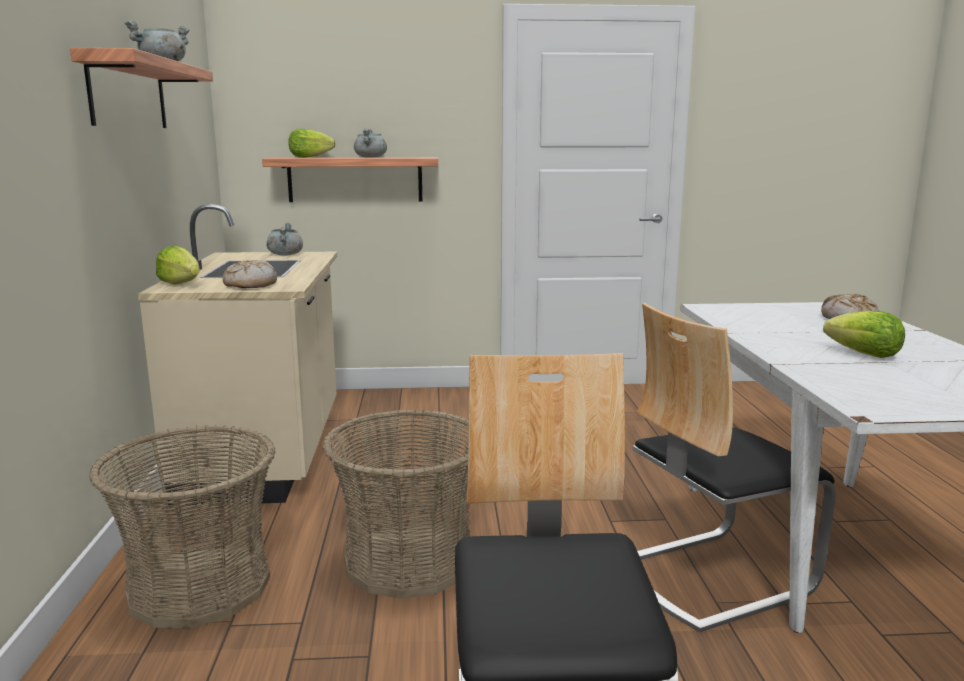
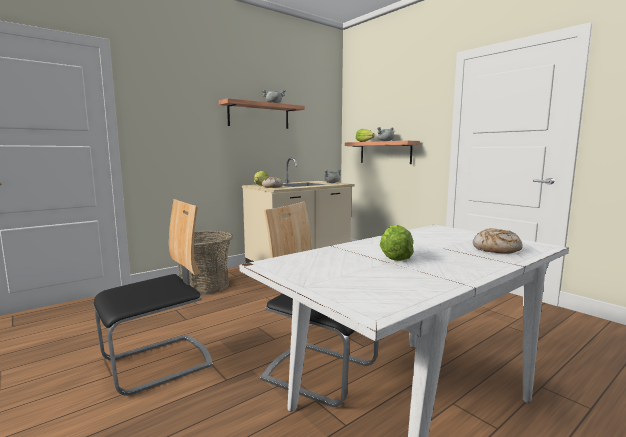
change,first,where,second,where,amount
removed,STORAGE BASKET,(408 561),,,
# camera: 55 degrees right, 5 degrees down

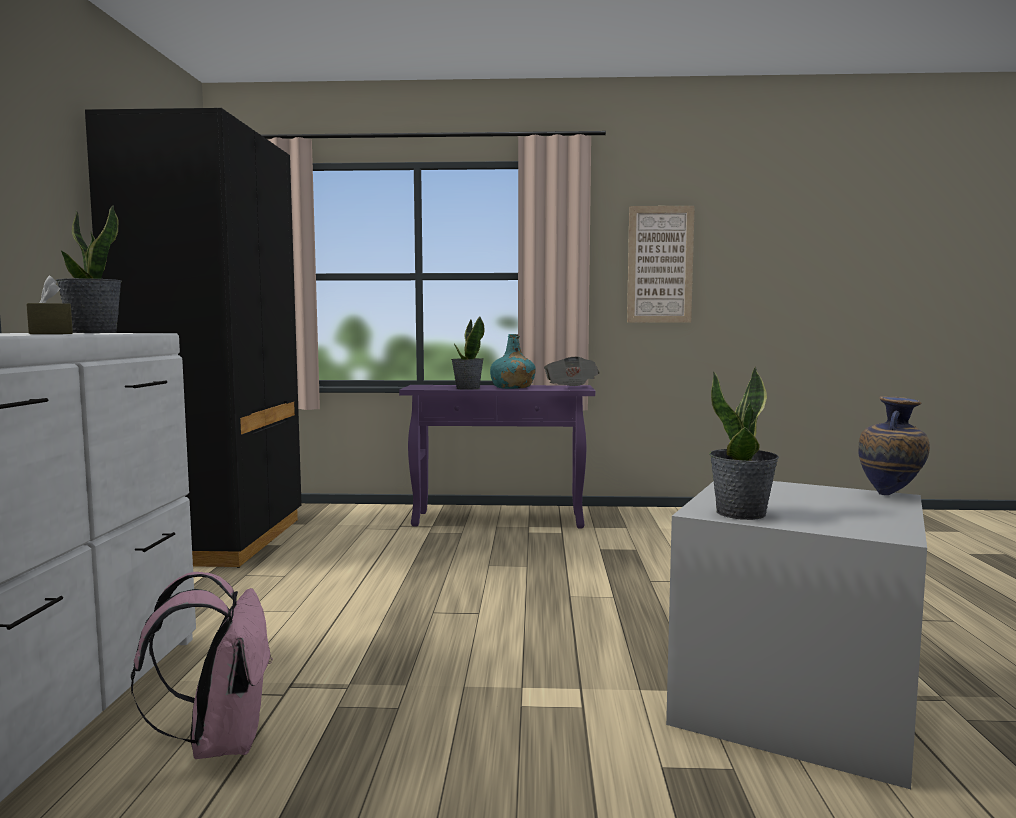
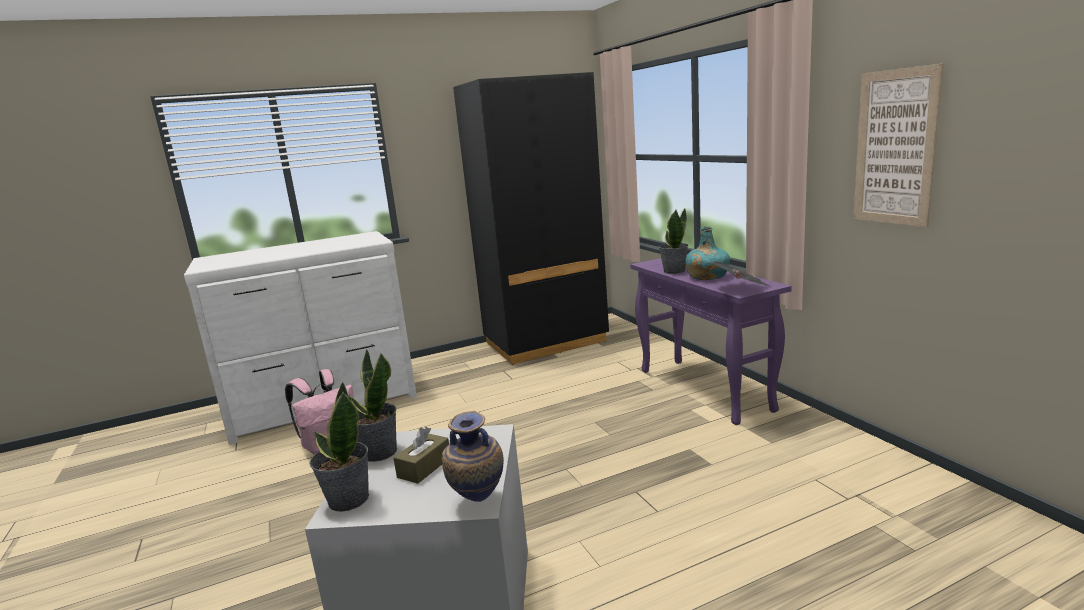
change,first,where,second,where,amount
moved,POTTED PLANT,(93 332),,(348 500),
moved,BROWN BOX OF TISSUES,(50 333),,(424 467),
# camera: 65 degrees right, 10 degrees up

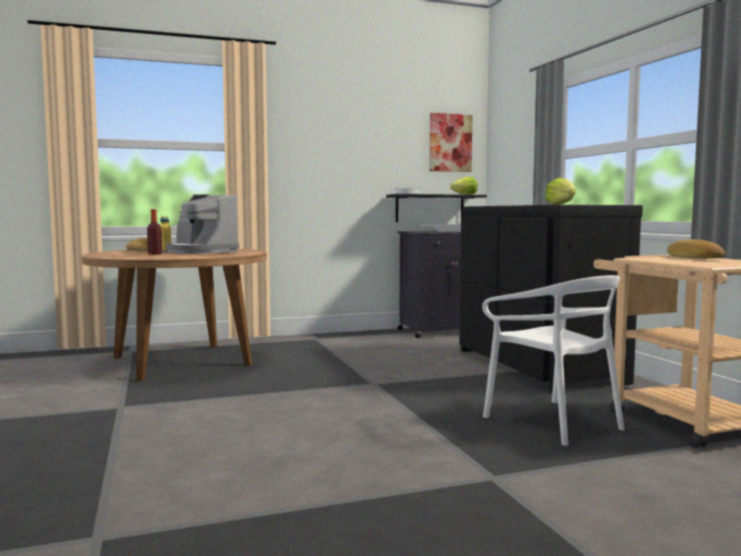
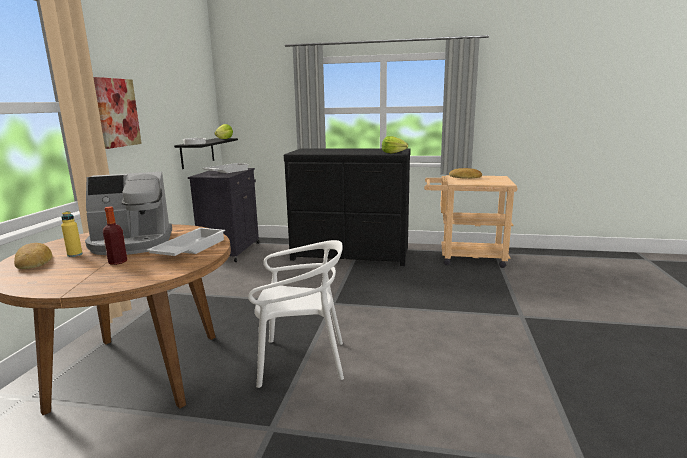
change,first,where,second,where,amount
moved,WALL ART,(450 143),,(117 113),
moved,WHITE UPRIGHT CHAIR,(553 422),,(301 361),
added,,,WHITE SERVING TRAY,(189 249),
# camera: 60 degrees left, 10 degrees up

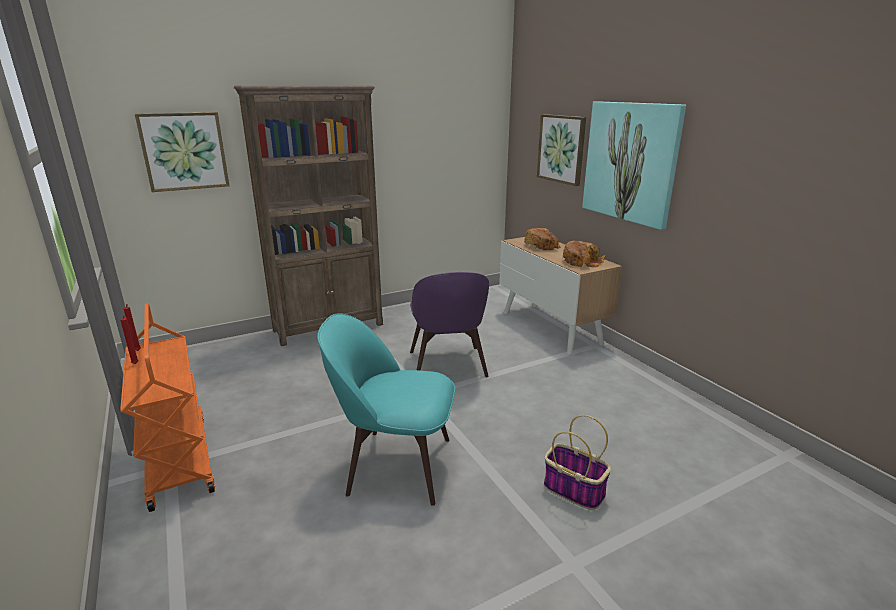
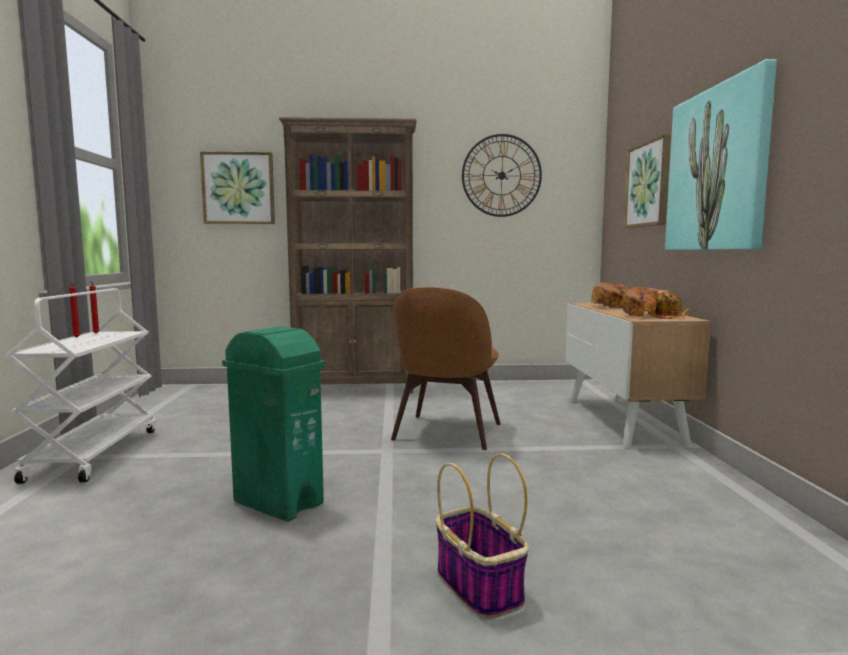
change,first,where,second,where,amount
recoloured,PURPLISH UPRIGHT CHAIR,(448 366),BROWN UPRIGHT CHAIR,(446 433),
recoloured,ORANGE-COLOURED CART,(178 459),WHITE CART,(94 453),
replaced,TURQUOISE UPRIGHT CHAIR,(395 465),GREEN-COLOURED RUBBISH BIN,(278 502),
added,,,HANGING CLOCK,(501 175),
# camera: 25 degrees right, 15 degrees down

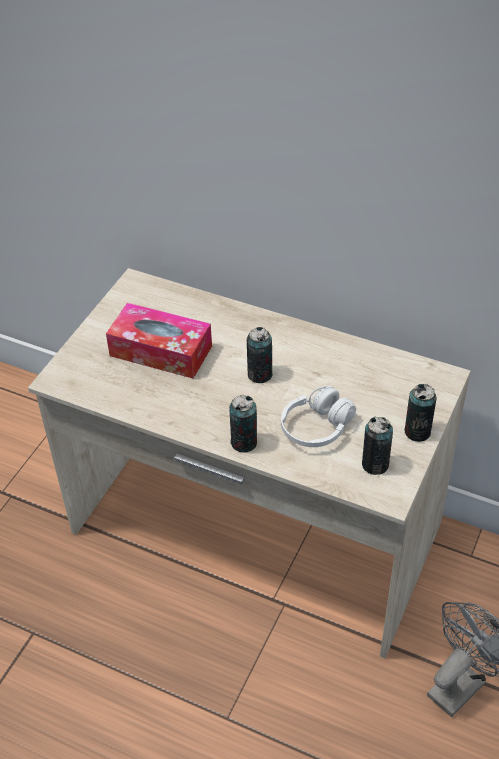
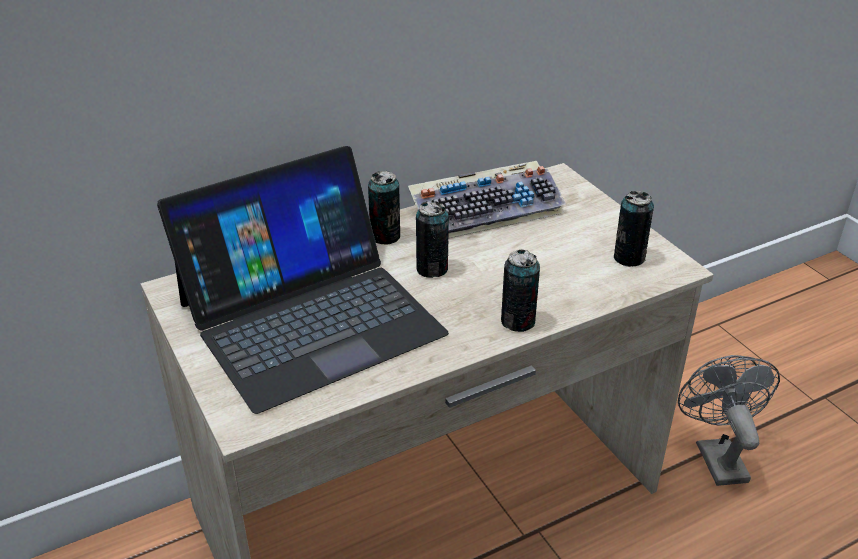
change,first,where,second,where,amount
replaced,BOX OF TISSUES,(161 351),PORTABLE COMPUTER,(310 317),
moved,METAL CAN,(417 432),,(385 236),
removed,WHITE PAIR OF HEADPHONES,(316 427),,,
added,,,PC KEYBOARD,(487 210),
# camera: 55 degrees left, 10 degrees down

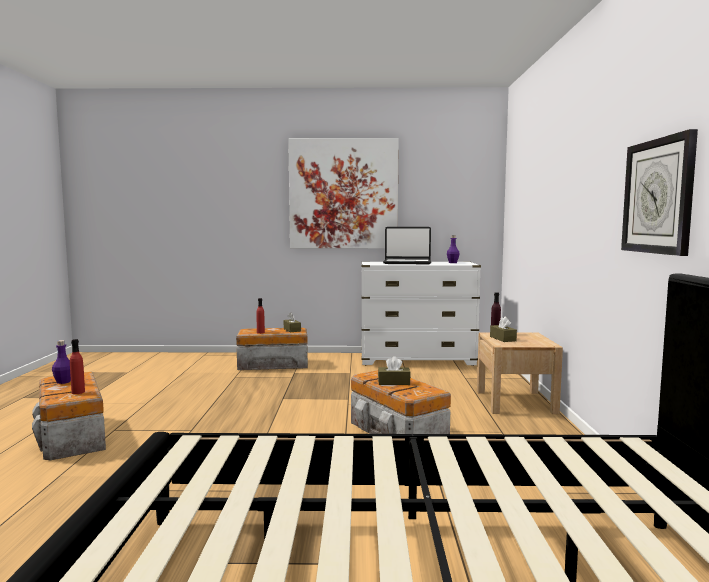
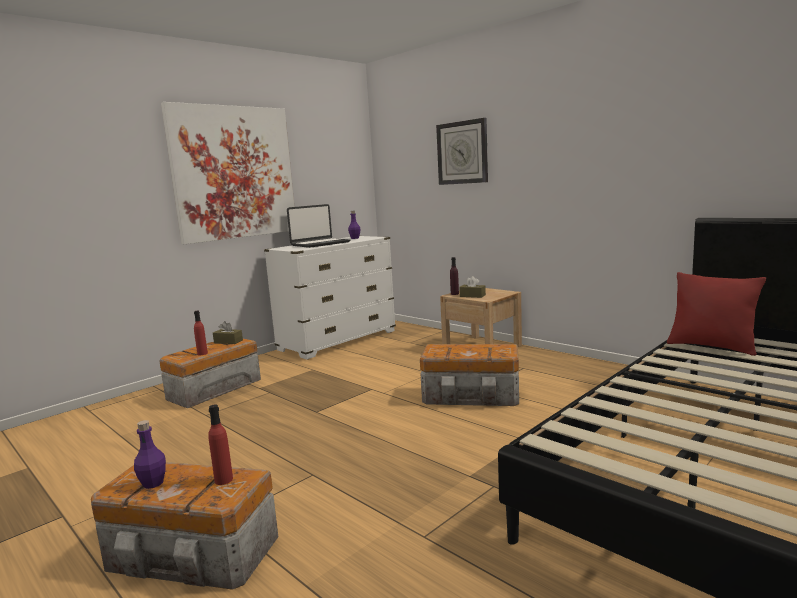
change,first,where,second,where,amount
moved,HANGING CLOCK,(658 196),,(462 152),
removed,BROWN BOX OF TISSUES,(394 382),,,
added,,,RED-COLOURED CUSHION,(711 346),
# camera: 45 degrees left, 5 degrees up

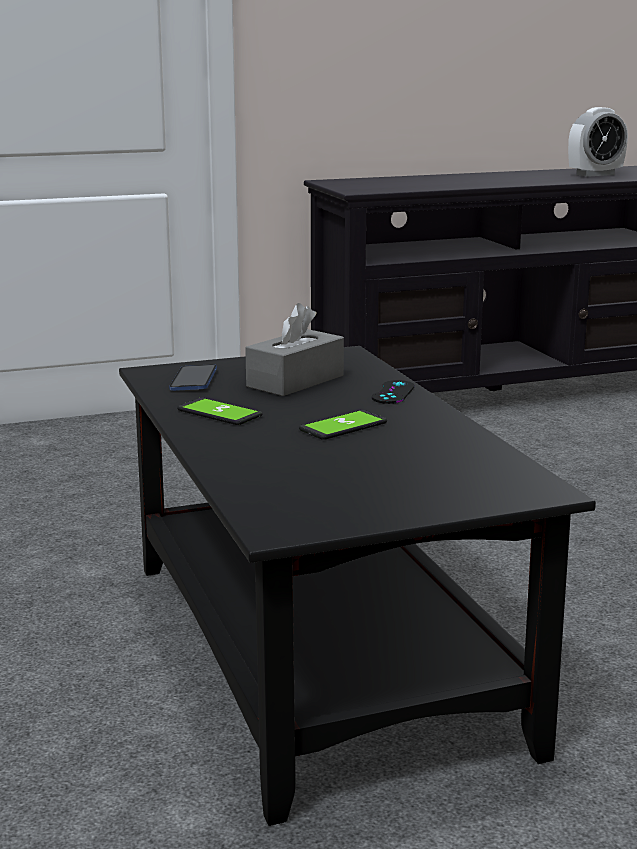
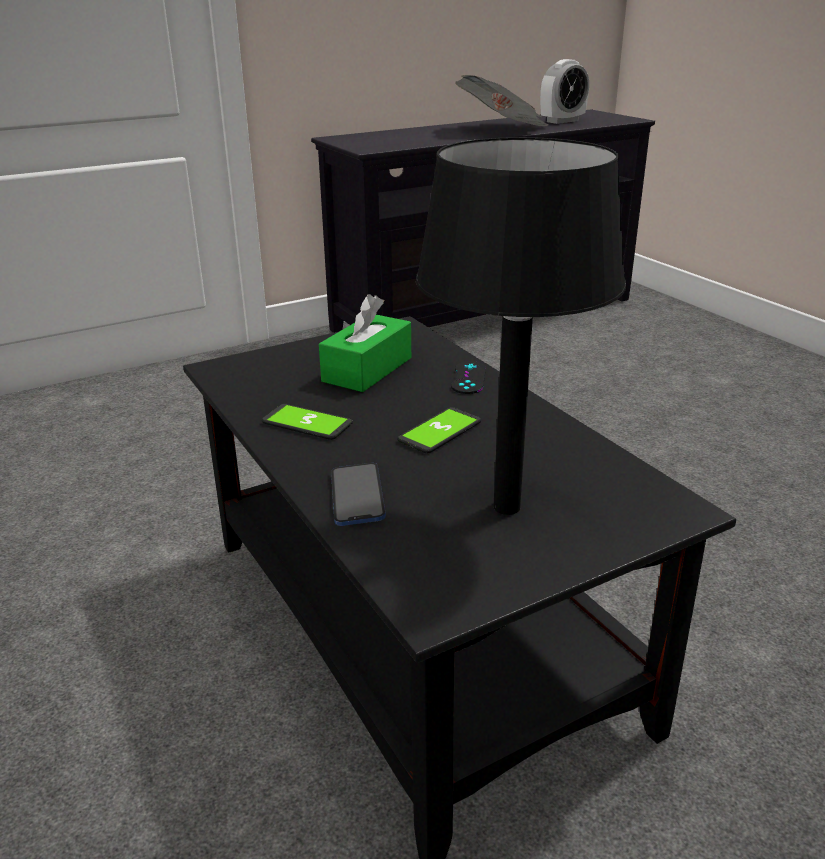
change,first,where,second,where,amount
recoloured,GREY BOX OF TISSUES,(295 381),GREEN-COLOURED BOX OF TISSUES,(367 369),
moved,PHONE,(193 380),,(357 496),
added,,,NEWSPAPER,(503 129),
added,,,BLACKISH TABLE LAMP,(508 507),
# camera: 10 degrees left, 10 degrees up

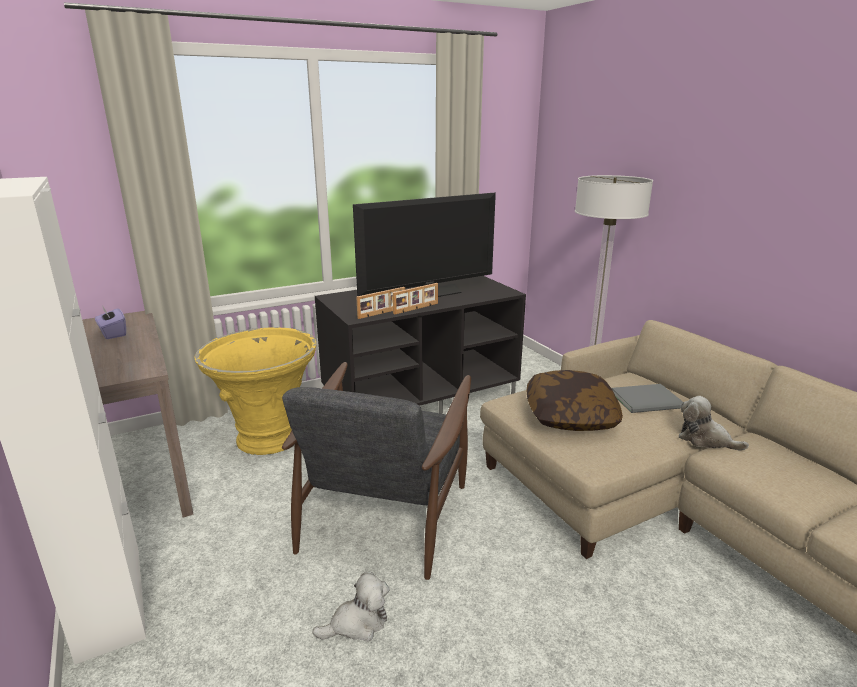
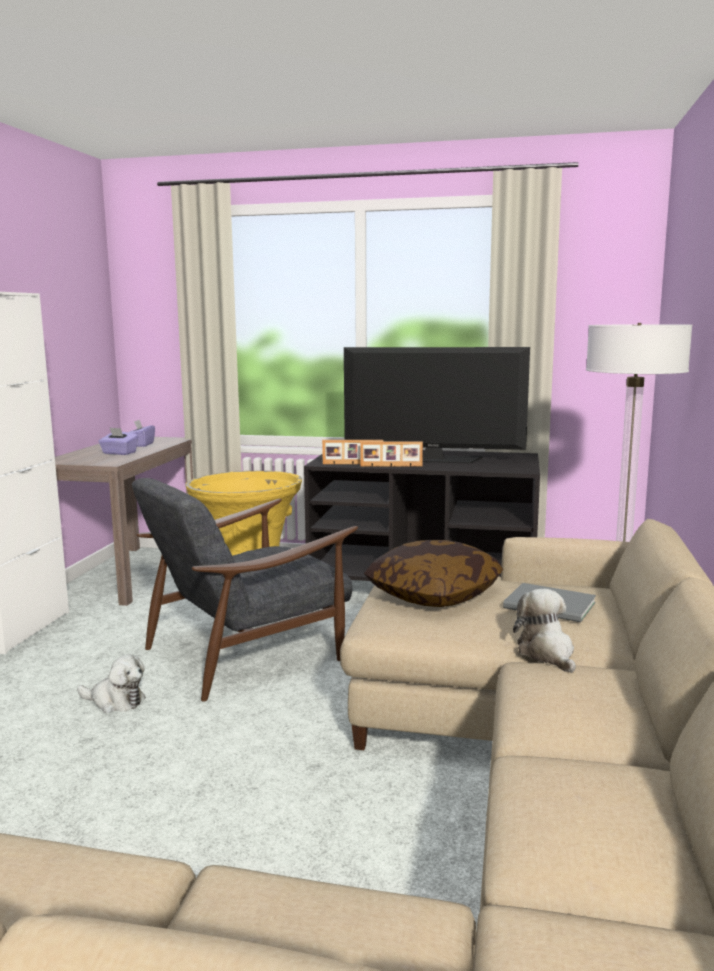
change,first,where,second,where,amount
added,,,PURPLISH BOX OF TISSUES,(119 453),
# camera: 40 degrees right, 10 degrees down

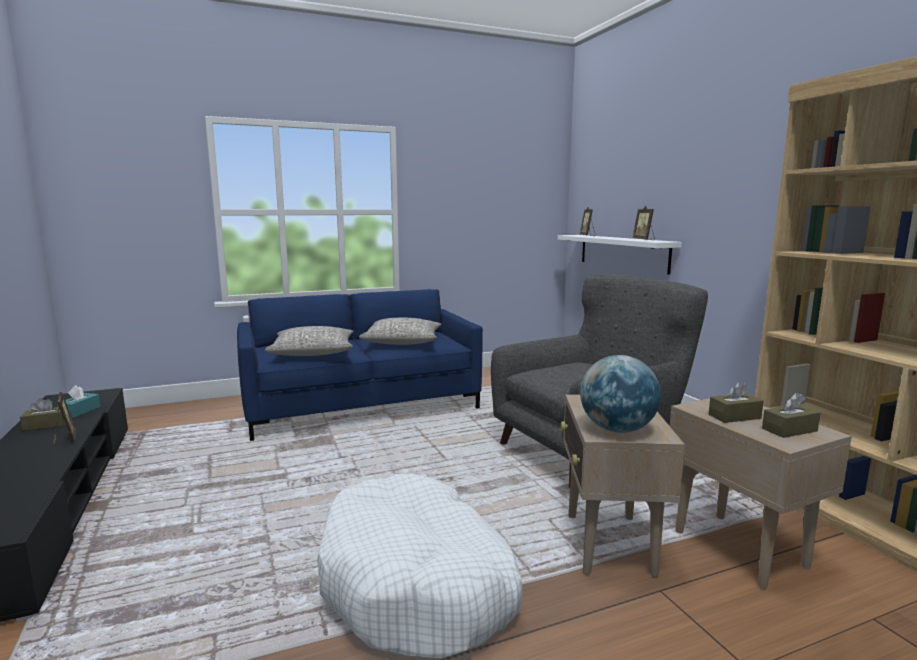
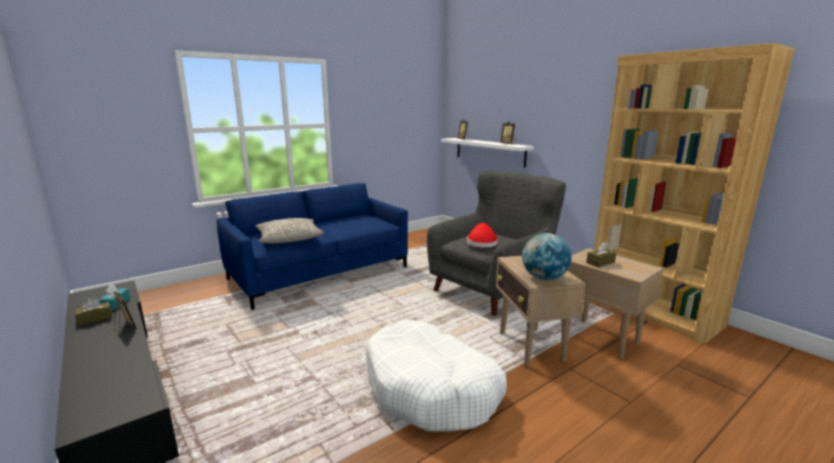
change,first,where,second,where,amount
removed,GREY CUSHION,(403 342),,,
removed,BROWN BOX OF TISSUES,(789 430),,,
added,,,RED-COLOURED CLOTHING HAT,(481 242),
# camera: 15 degrees left, 5 degrees up

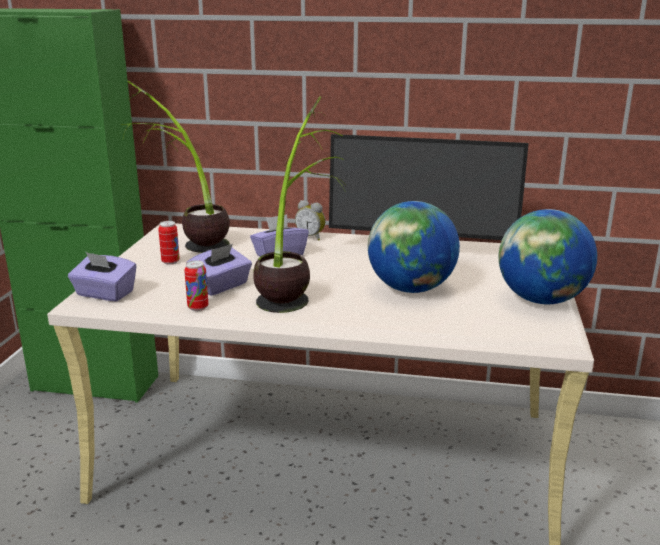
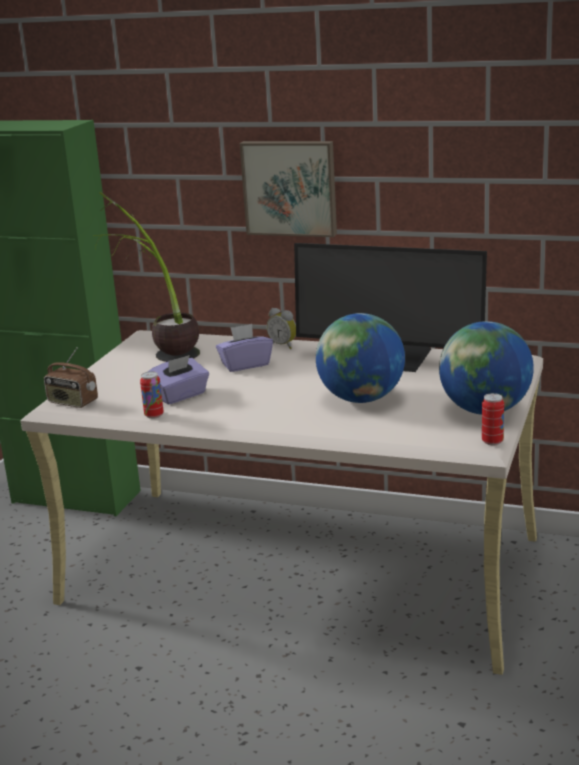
change,first,where,second,where,amount
removed,POTTED PLANT,(297 289),,,
moved,METAL CAN,(170 262),,(492 441),
replaced,PURPLISH BOX OF TISSUES,(104 294),RADIO RECEIVER,(72 402),
added,,,WALL ART,(290 187),
# camera: 10 degrees right, 0 degrees up

